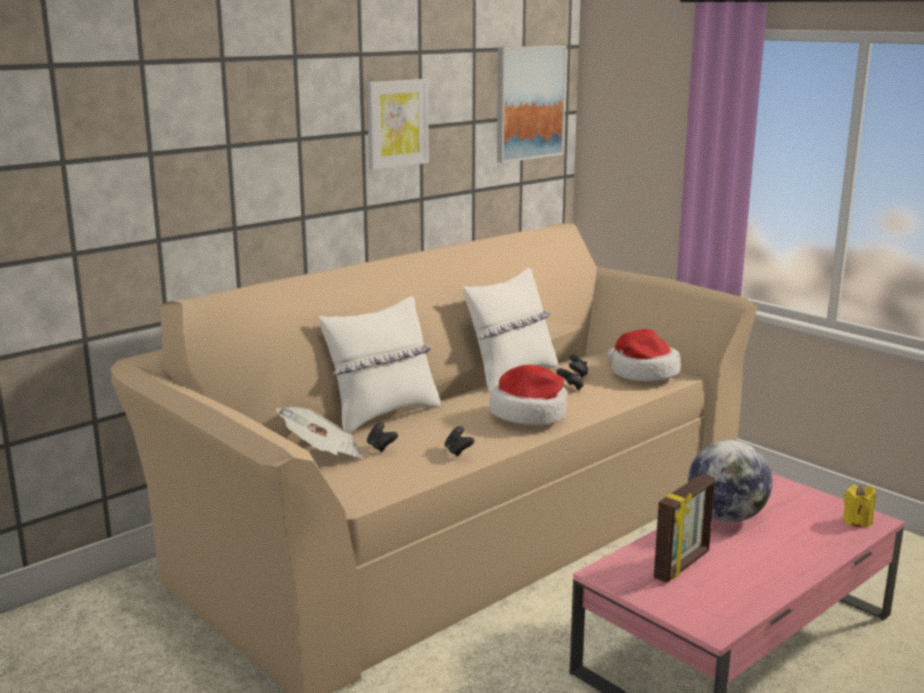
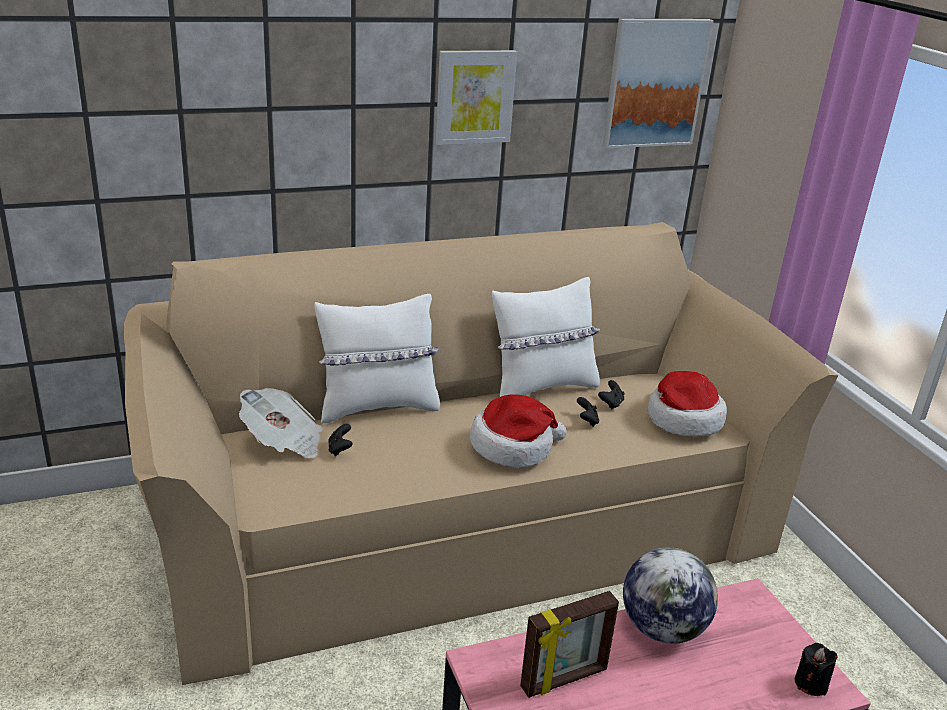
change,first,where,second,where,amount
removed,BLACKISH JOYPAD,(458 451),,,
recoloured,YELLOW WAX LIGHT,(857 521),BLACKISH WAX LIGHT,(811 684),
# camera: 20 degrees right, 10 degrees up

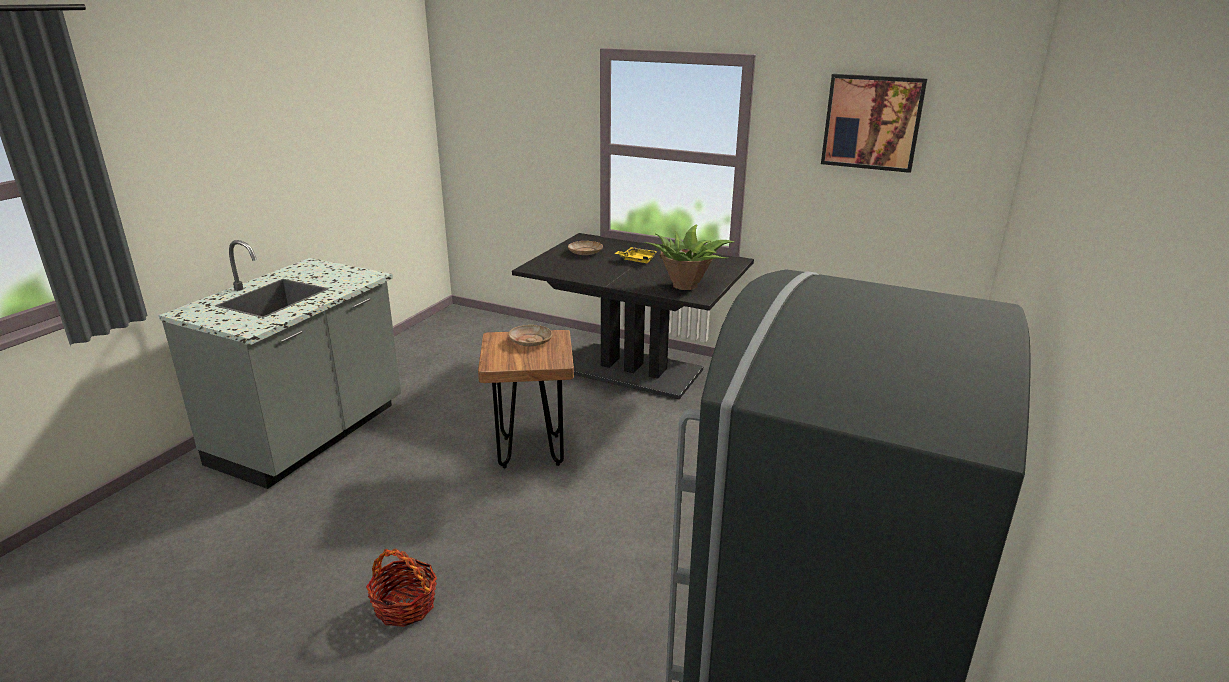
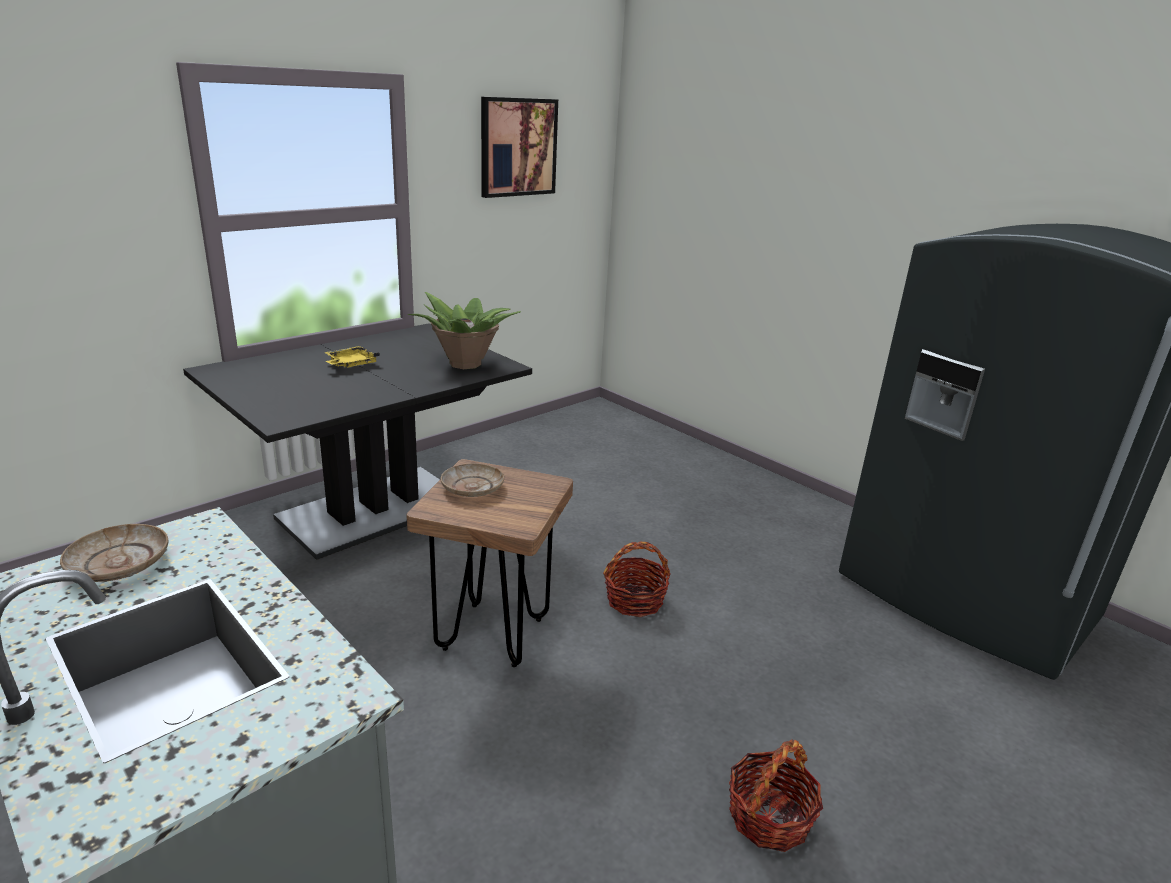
change,first,where,second,where,amount
moved,BEIGE-COLOURED FLAT DISH,(585 252),,(118 564),
added,,,STORAGE BASKET,(635 600),
# camera: 70 degrees left, 0 degrees up

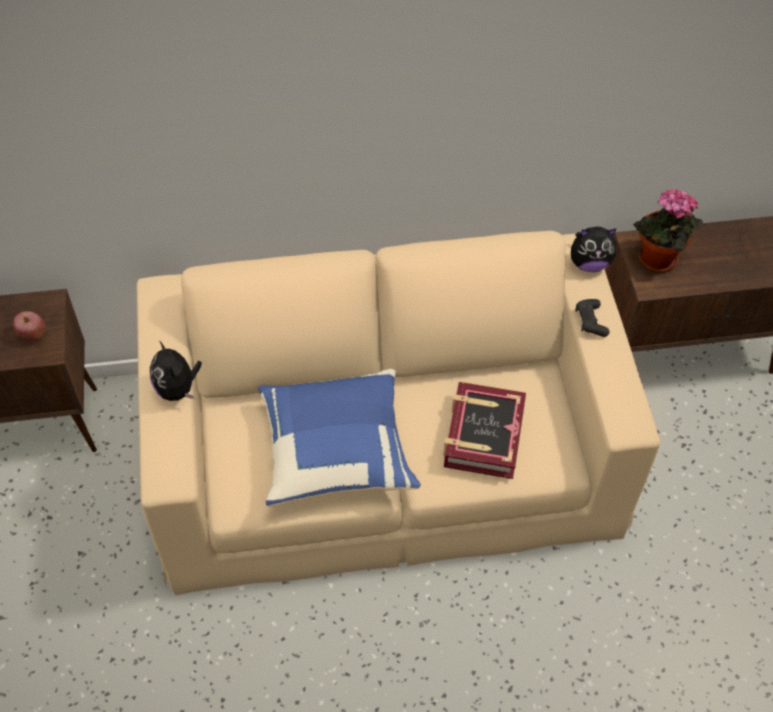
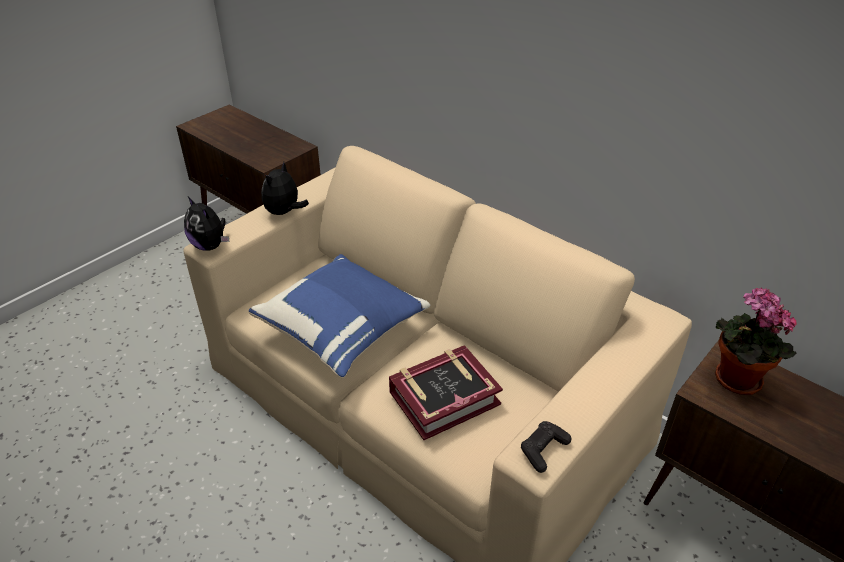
change,first,where,second,where,amount
moved,SOFT TOY,(589 263),,(210 246),
moved,BLACKISH JOYPAD,(590 321),,(543 450),
removed,APPLE FRUIT,(32 335),,,
# camera: 50 degrees right, 15 degrees down

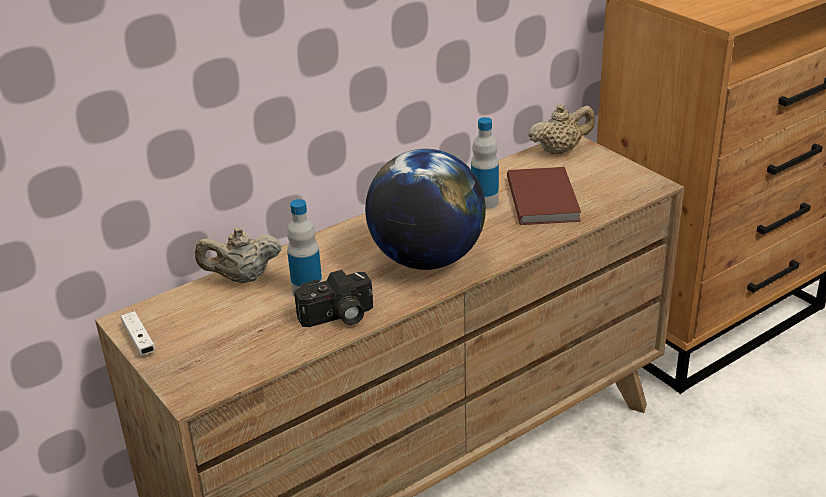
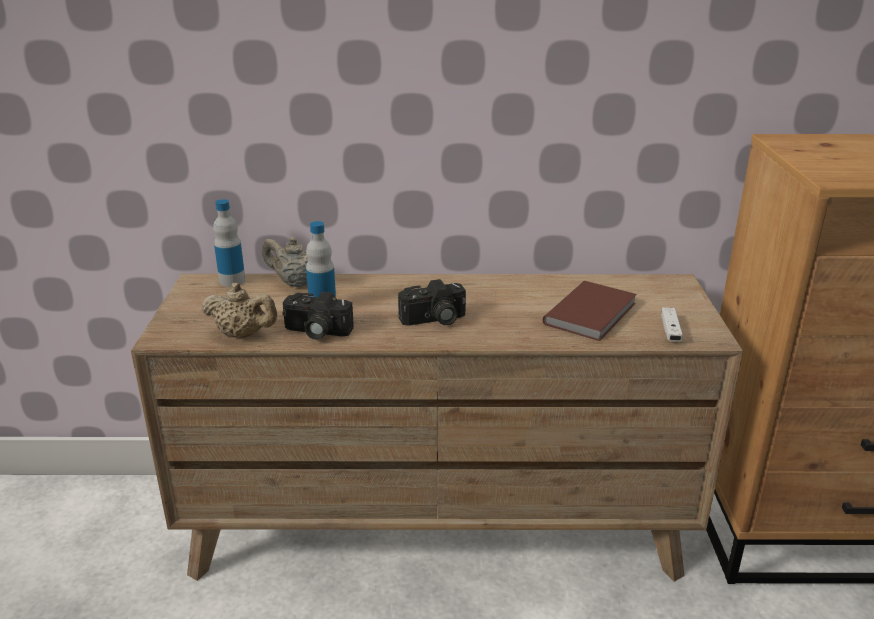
change,first,where,second,where,amount
moved,BEIGE-COLOURED TEA POT,(560 150),,(243 335),
moved,BOTTLE,(484 202),,(232 281),
replaced,GLOBE,(427 259),PHOTO CAMERA,(434 320),
moved,WHITE JOYPAD,(139 340),,(670 331),
# camera: 35 degrees right, 5 degrees down

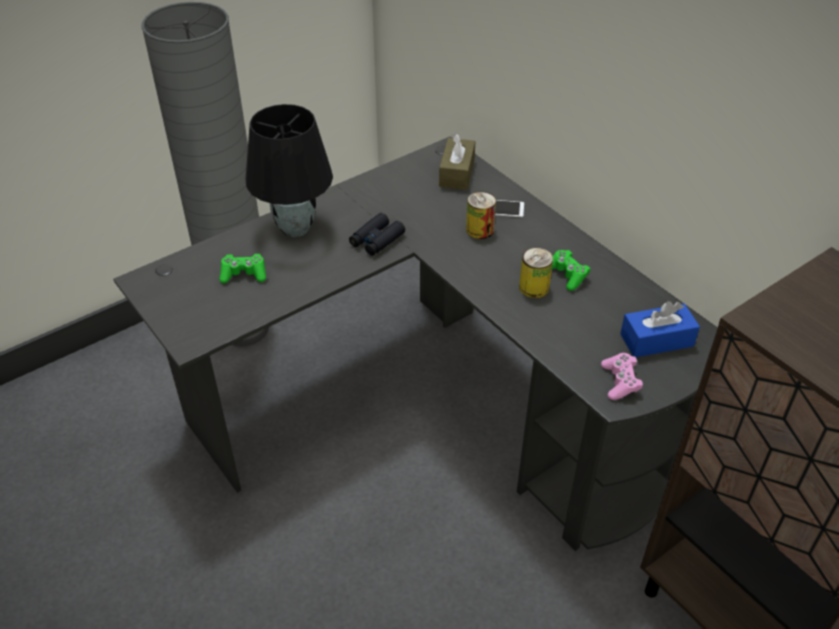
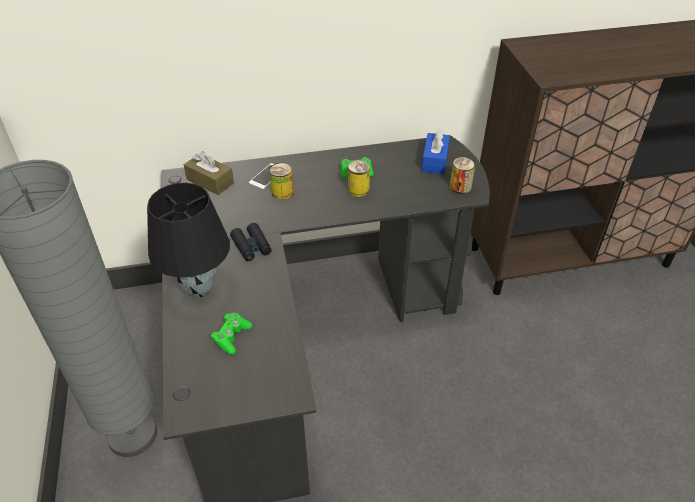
change,first,where,second,where,amount
replaced,PINKISH JOYPAD,(620 382),METAL CAN,(460 187),
# camera: 65 degrees left, 0 degrees up

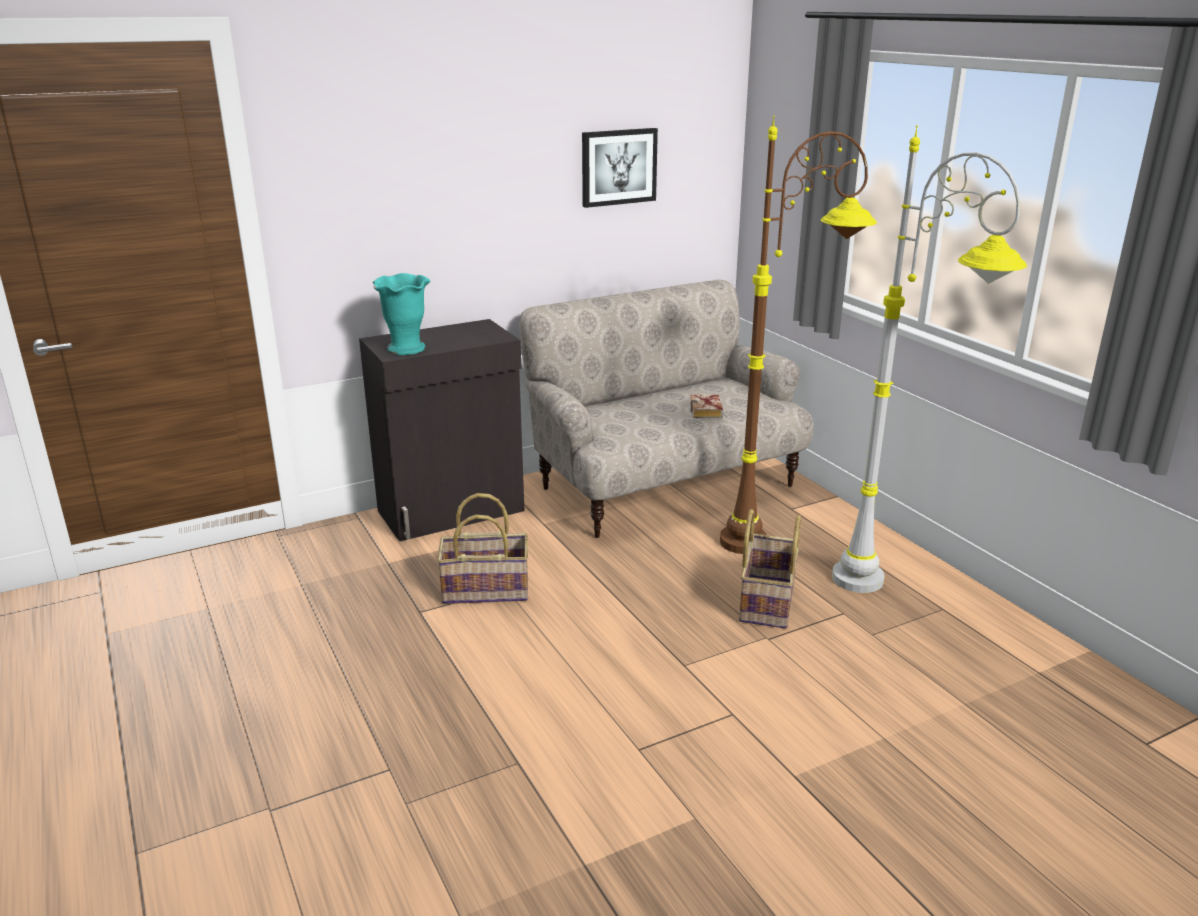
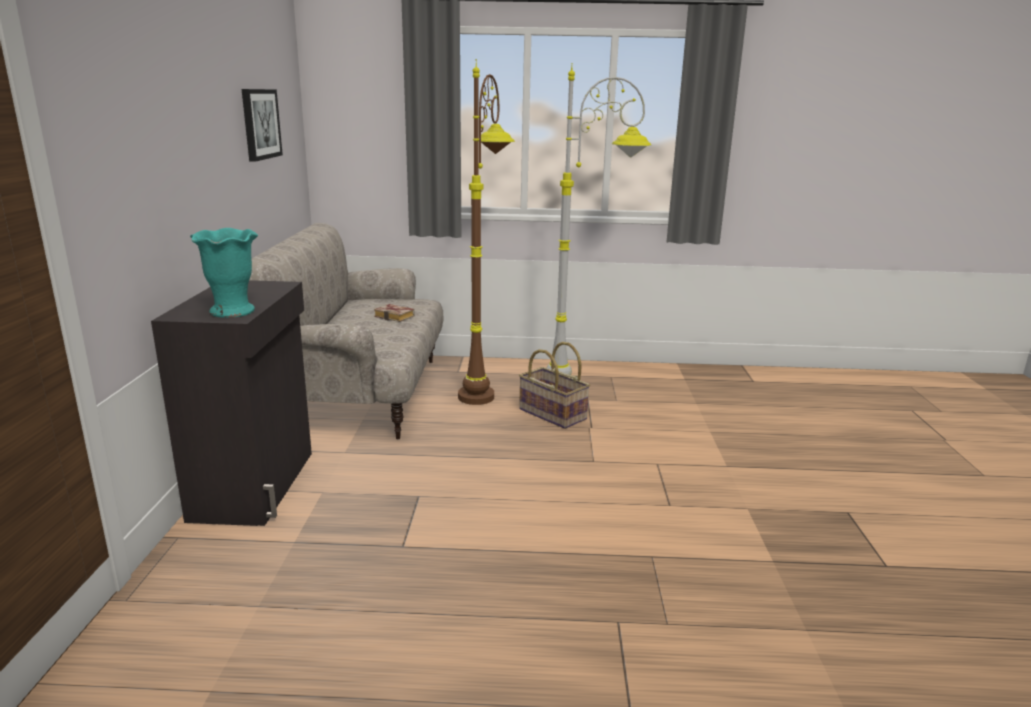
change,first,where,second,where,amount
removed,STORAGE BASKET,(486 589),,,
# camera: 60 degrees left, 5 degrees down

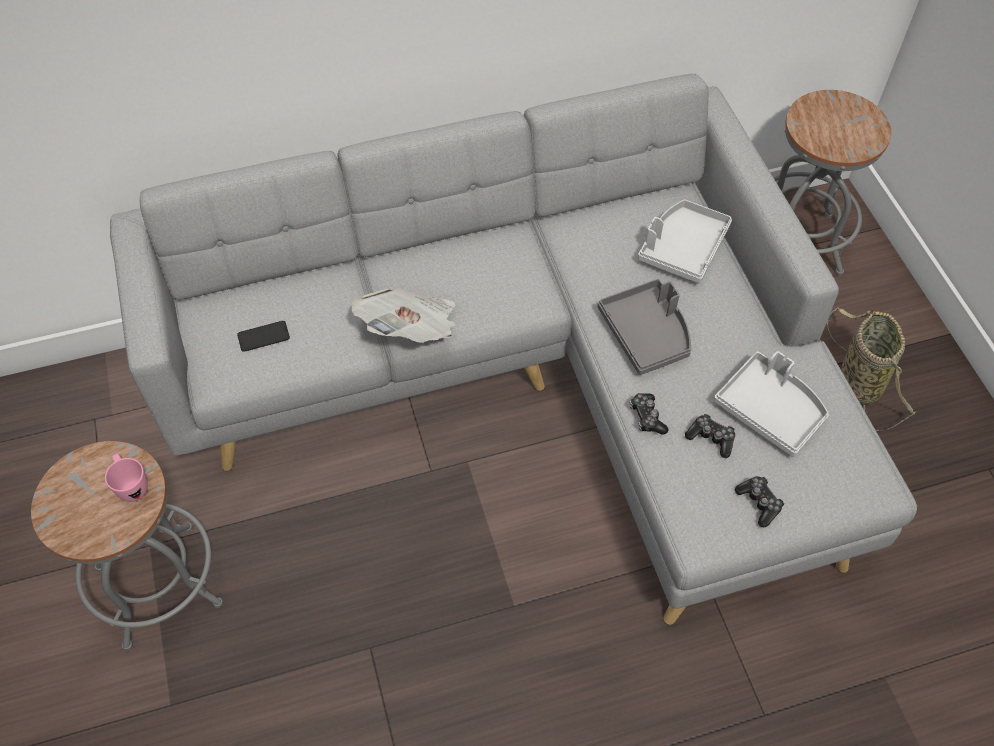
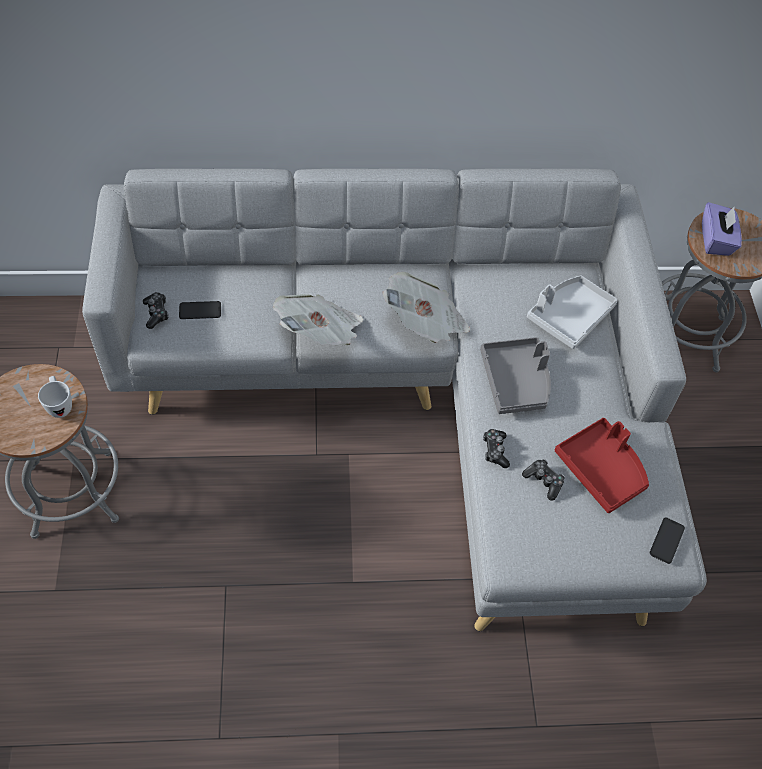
change,first,where,second,where,amount
removed,STORAGE BASKET,(857 381),,,
recoloured,GREY SERVING TRAY,(770 410),RED-COLOURED SERVING TRAY,(602 470),
recoloured,PINKISH MUG,(132 486),WHITE MUG,(60 405),
moved,JOYPAD,(759 503),,(156 313),
added,,,PURPLISH BOX OF TISSUES,(716 240),
added,,,NEWSPAPER,(425 323),
added,,,PHONE,(666 540),
# camera: 10 degrees right, 0 degrees up

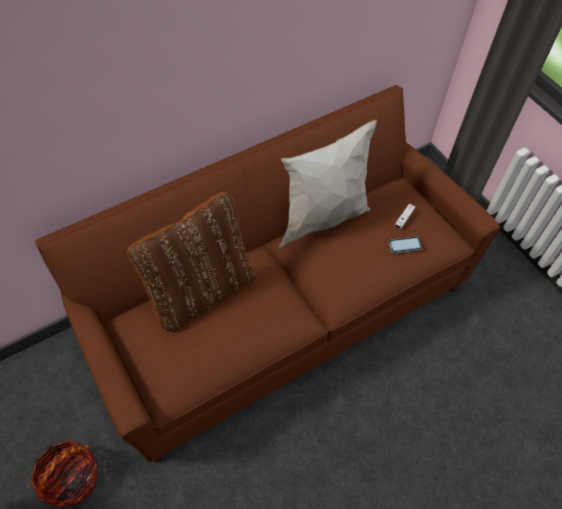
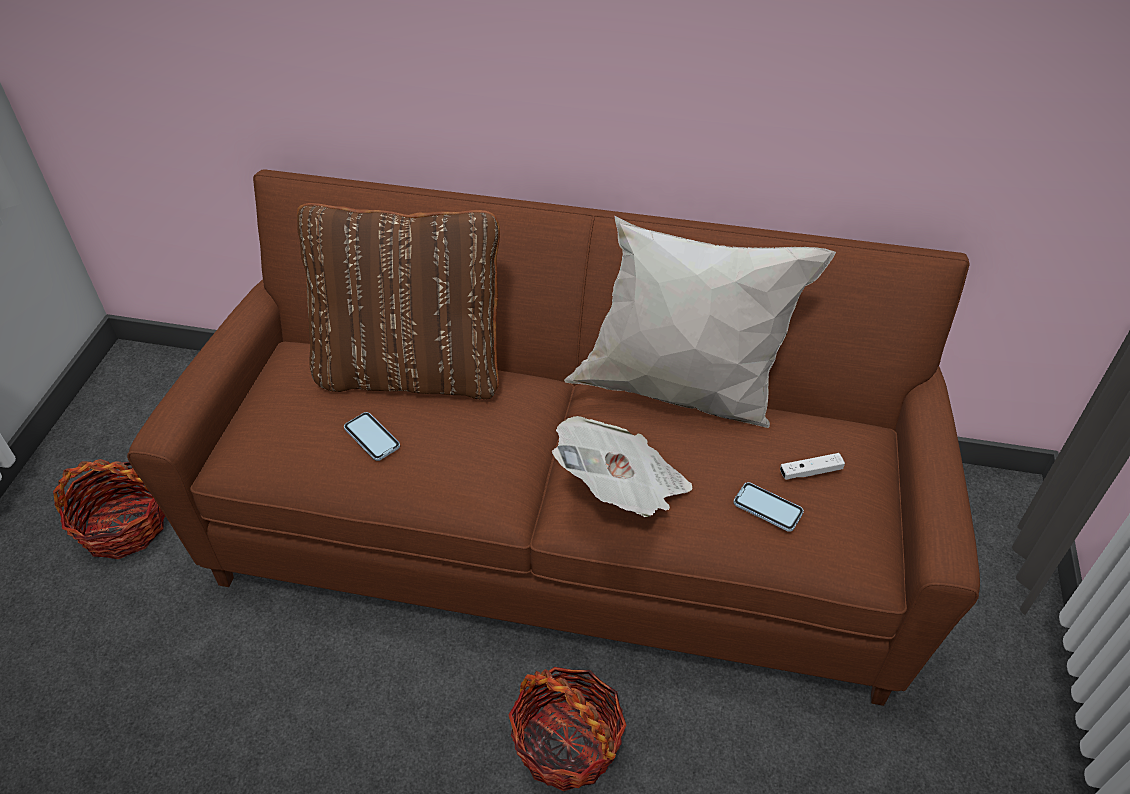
change,first,where,second,where,amount
added,,,PHONE,(372 437),
added,,,NEWSPAPER,(622 488),
added,,,STORAGE BASKET,(566 742),
# camera: 45 degrees right, 10 degrees down

